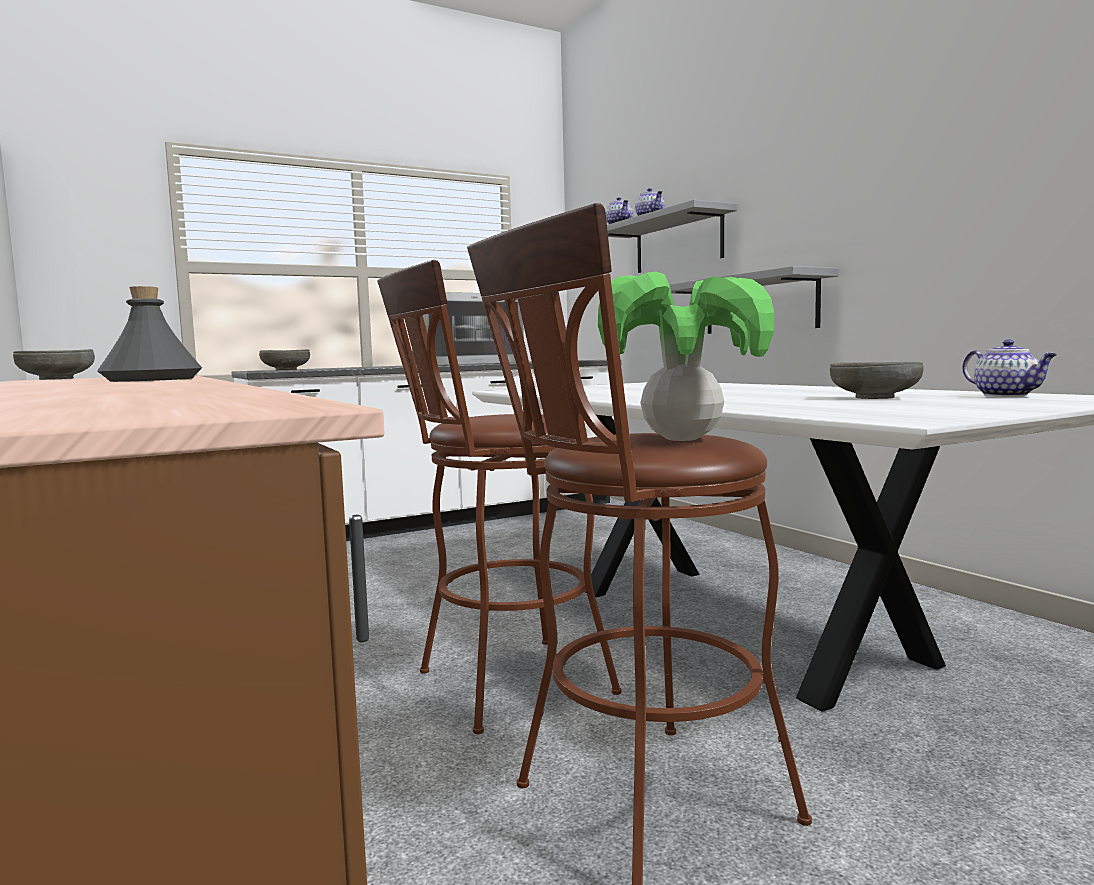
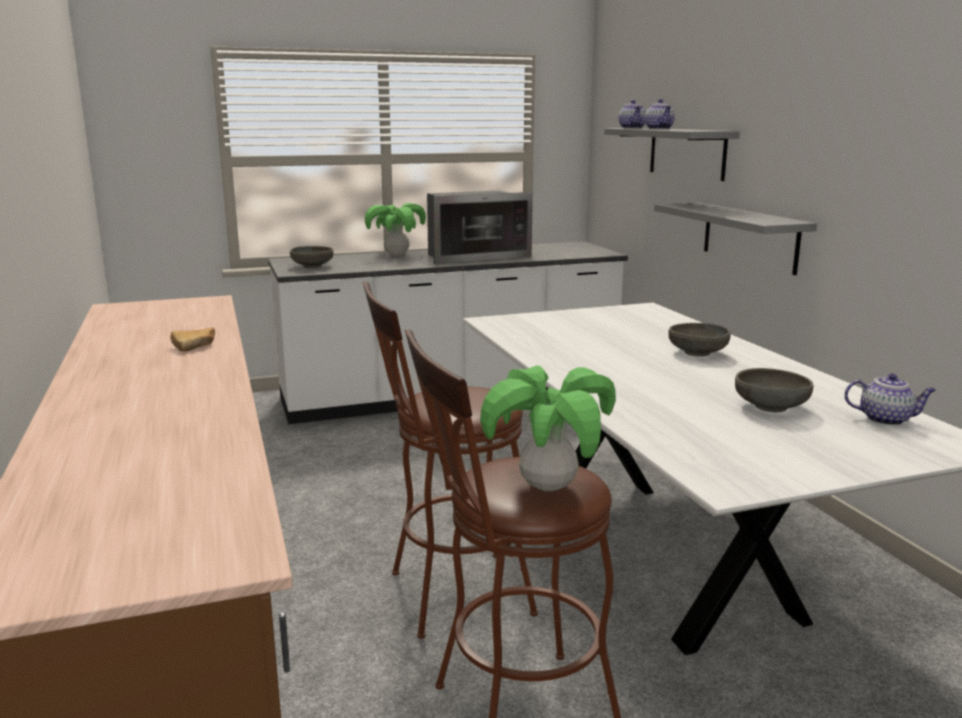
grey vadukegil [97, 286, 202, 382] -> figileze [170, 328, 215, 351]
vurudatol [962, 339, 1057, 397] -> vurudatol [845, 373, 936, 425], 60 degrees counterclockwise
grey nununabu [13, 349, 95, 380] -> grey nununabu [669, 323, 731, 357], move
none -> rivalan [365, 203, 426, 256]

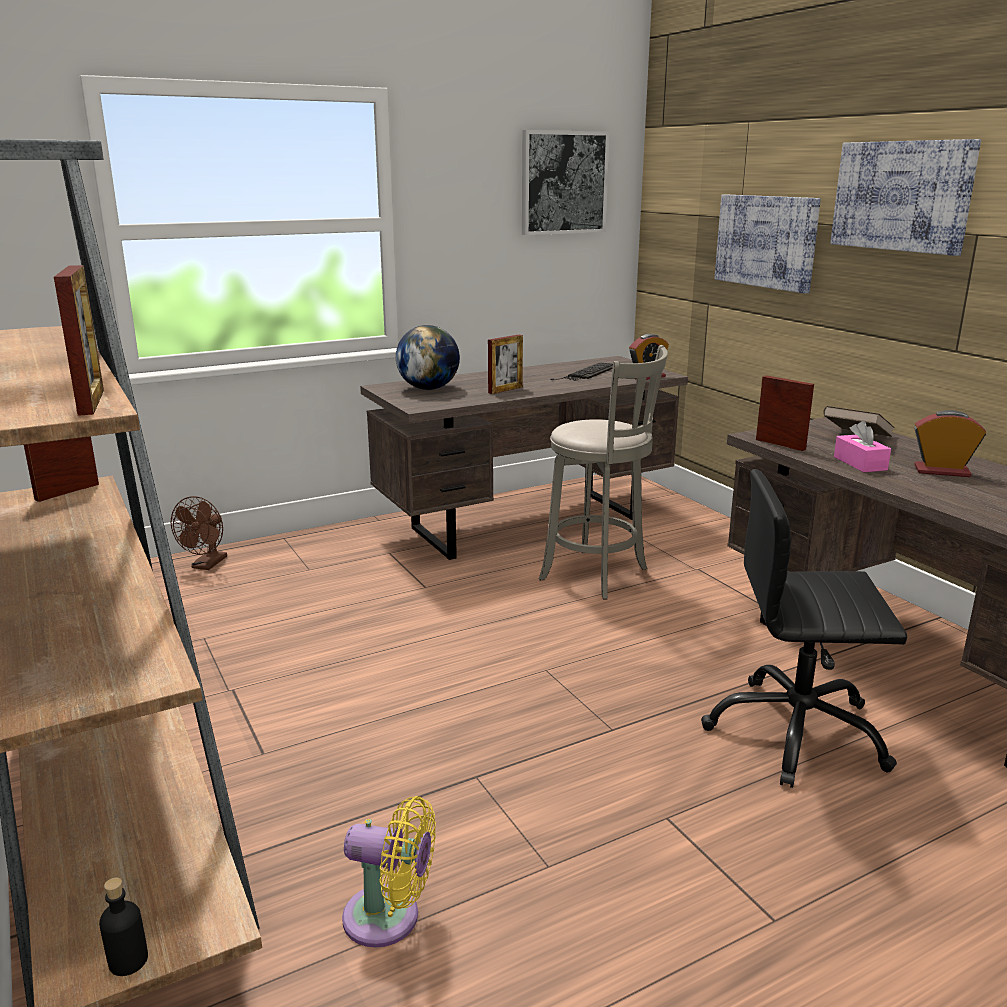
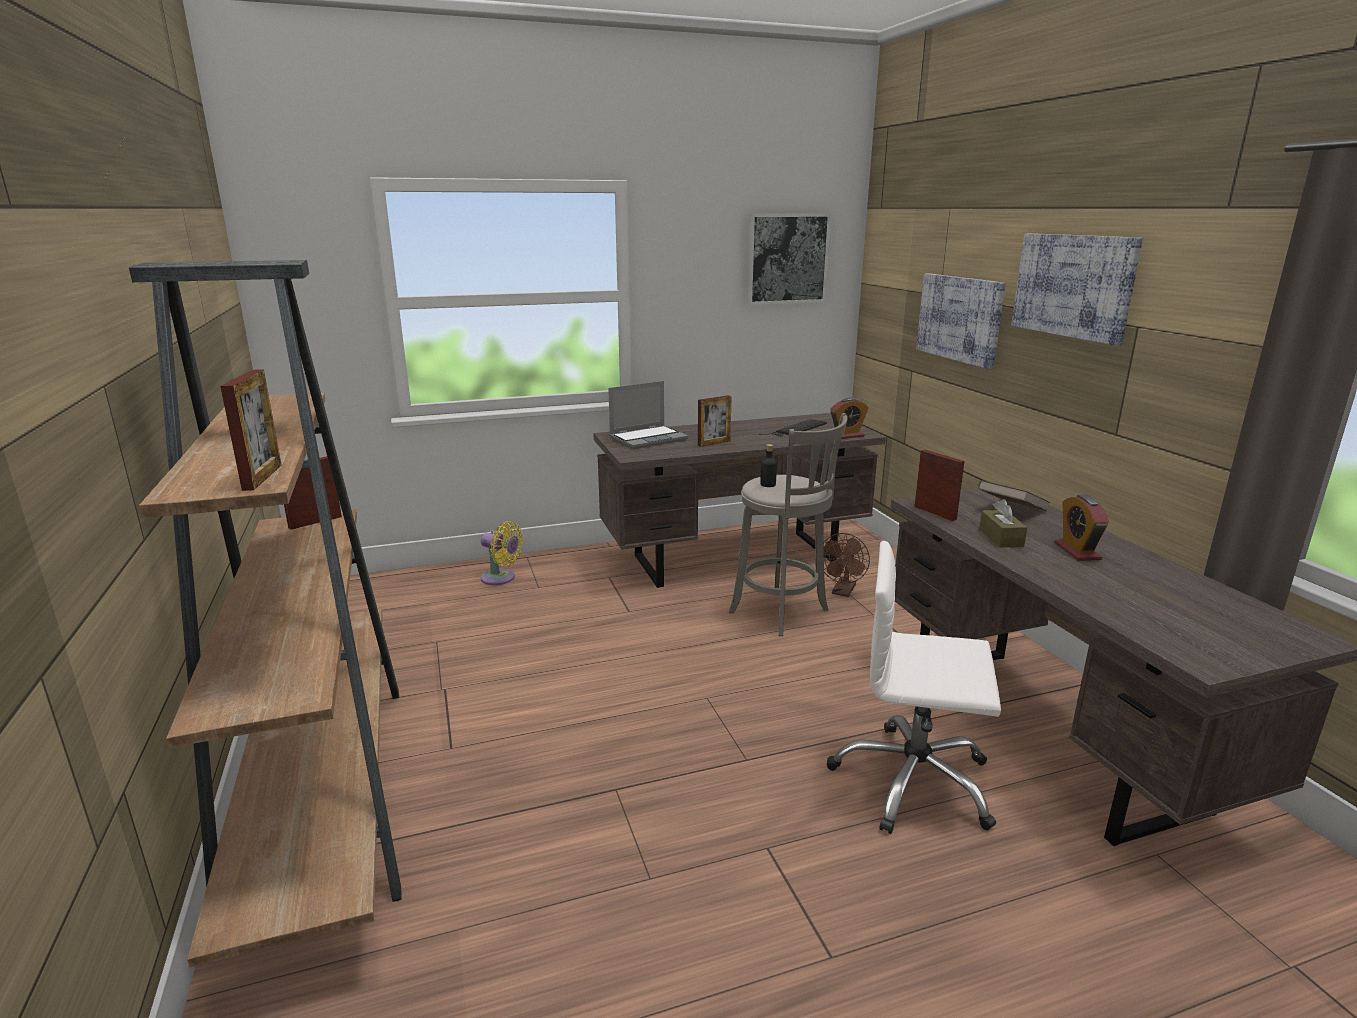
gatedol [396, 325, 460, 390] -> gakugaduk [608, 381, 689, 449]
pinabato [914, 410, 986, 477] -> pinabato [1054, 495, 1109, 561], 120 degrees counterclockwise
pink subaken [834, 421, 891, 472] -> brown subaken [979, 499, 1028, 547]
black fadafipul [701, 469, 907, 788] -> white fadafipul [827, 541, 1001, 834]
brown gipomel [171, 496, 227, 570] -> brown gipomel [824, 533, 870, 597], move
yellow gipomel [342, 796, 436, 947] -> yellow gipomel [481, 521, 523, 585], move
black vadukegil [99, 878, 148, 976] -> black vadukegil [760, 444, 777, 487], move

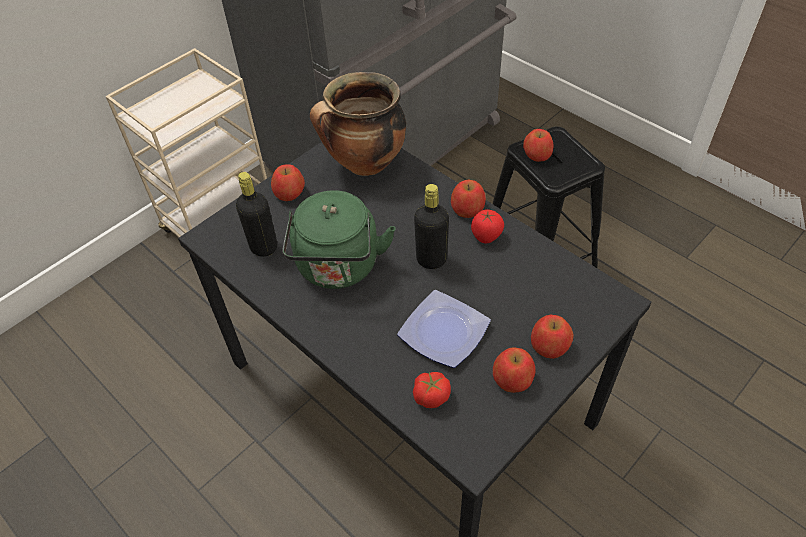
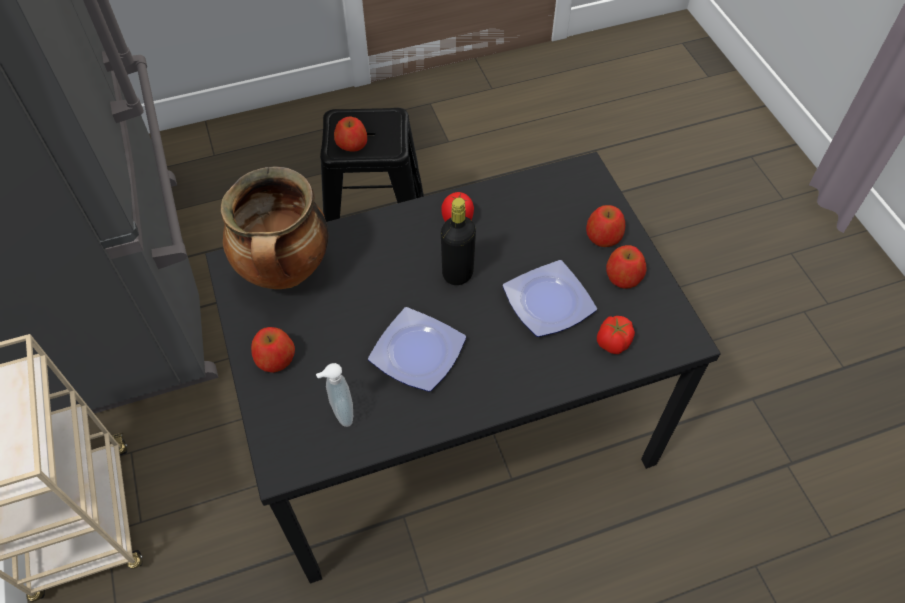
black vadukegil [236, 172, 277, 257] -> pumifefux [316, 363, 353, 427]
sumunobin [451, 179, 486, 218] -> none
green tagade [282, 190, 395, 289] -> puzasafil [368, 307, 466, 392]

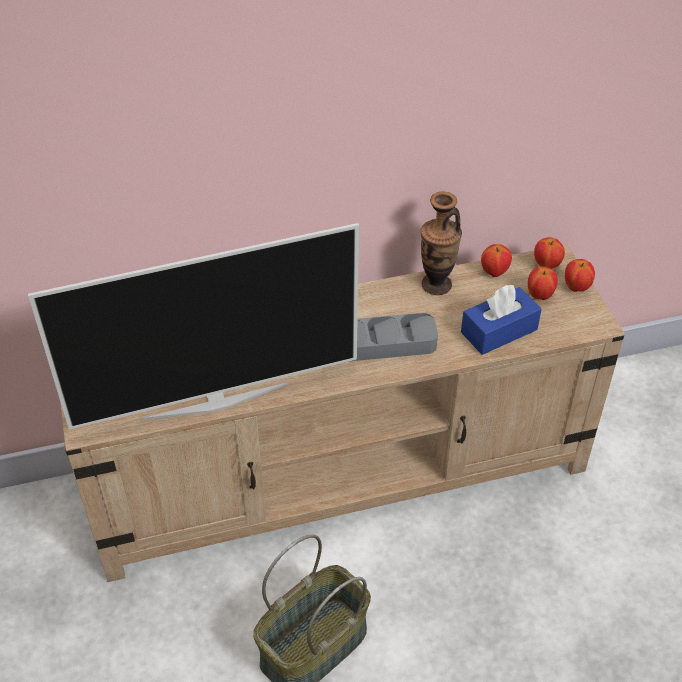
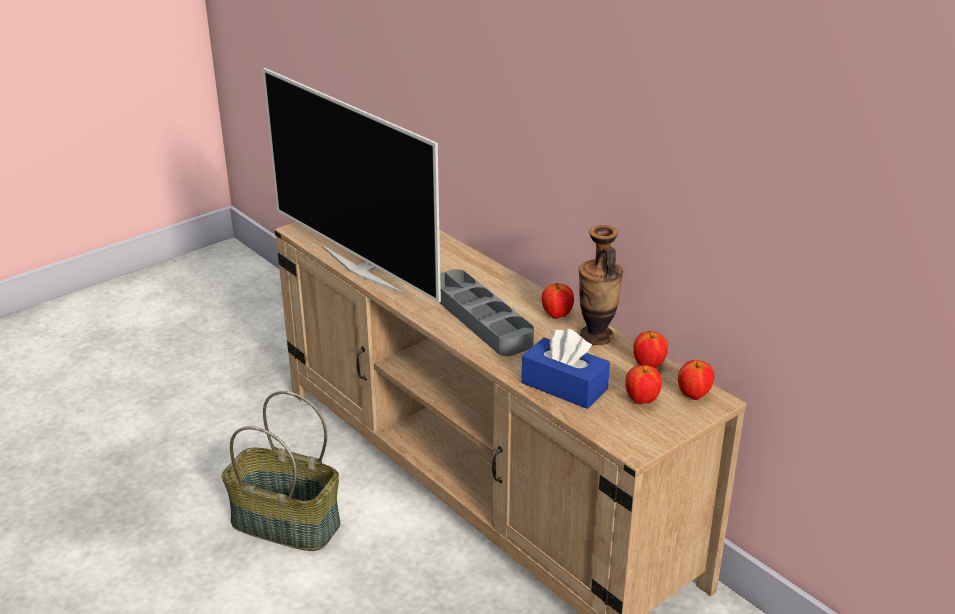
sumunobin [565, 259, 595, 292] -> sumunobin [542, 283, 574, 319], move

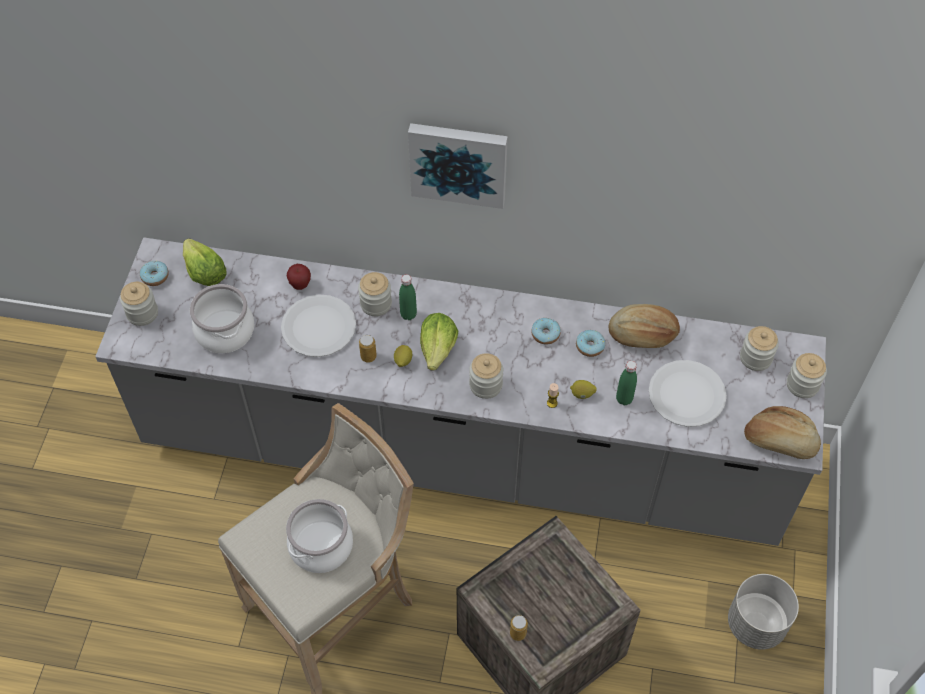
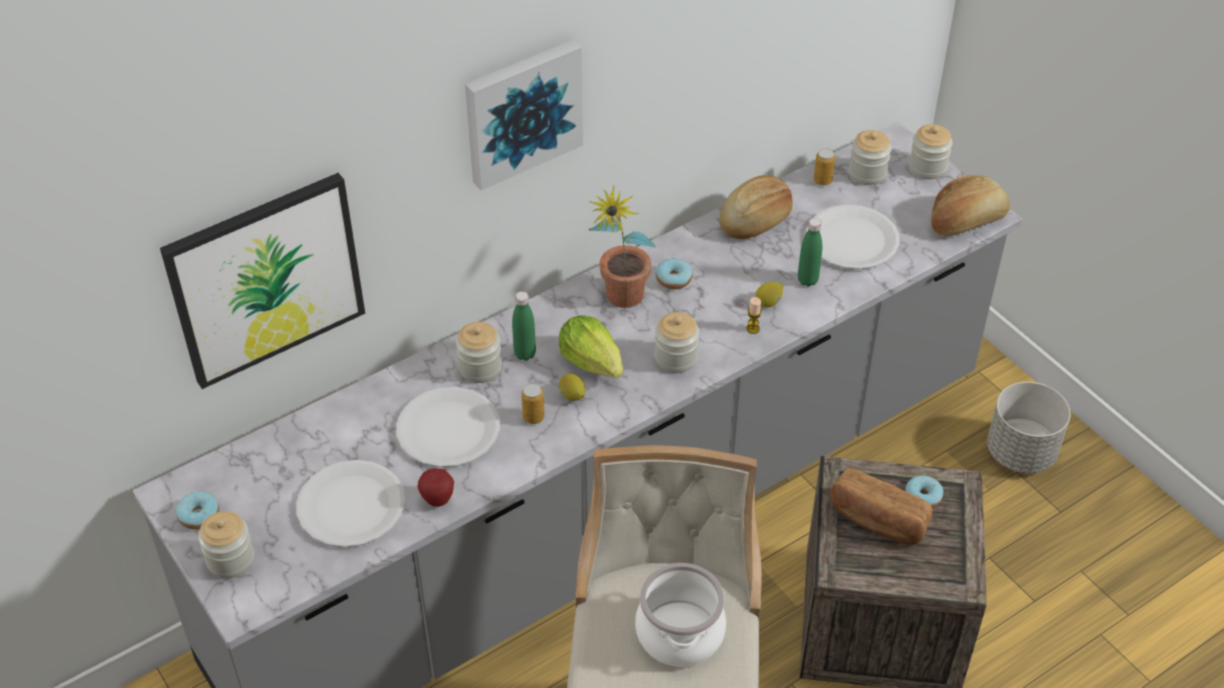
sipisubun [183, 238, 227, 286] -> none
sumunobin [287, 264, 311, 290] -> sumunobin [417, 468, 454, 507], move
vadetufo [190, 284, 254, 353] -> white puzasafil [296, 460, 405, 547]
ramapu [576, 330, 605, 357] -> ramapu [905, 475, 943, 508], move
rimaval [510, 615, 528, 641] -> rimaval [814, 148, 835, 186], move
none -> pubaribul [160, 173, 365, 389]
none -> rivalan [588, 185, 656, 308]
none -> figileze [830, 468, 933, 545]

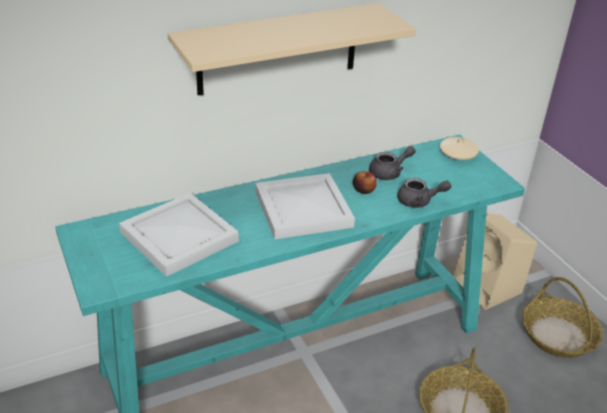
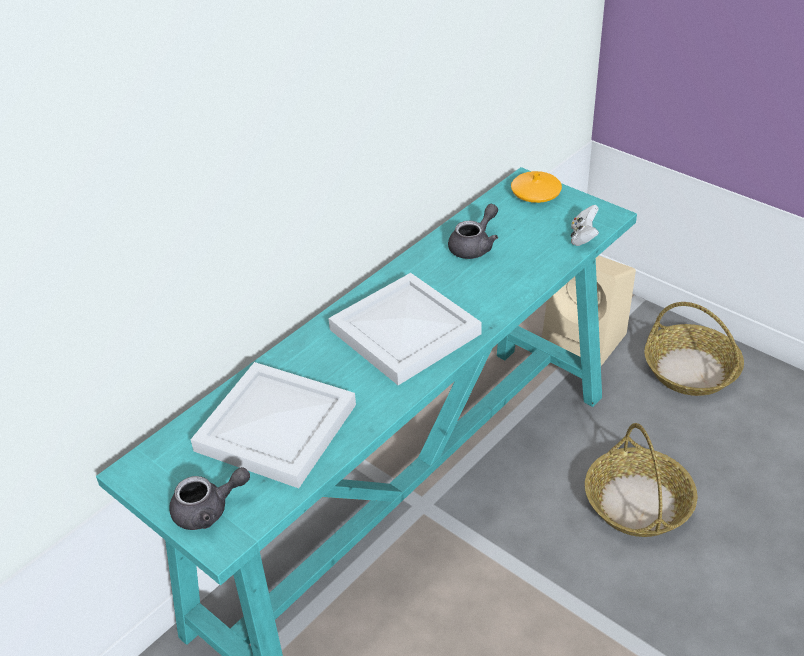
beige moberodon [167, 3, 416, 96] -> none
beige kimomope [440, 137, 479, 160] -> orange kimomope [511, 171, 562, 203]
sumunobin [353, 171, 377, 194] -> none
grey vurudatol [397, 178, 451, 208] -> grey vurudatol [169, 467, 250, 530], move
none -> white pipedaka [571, 205, 599, 246]

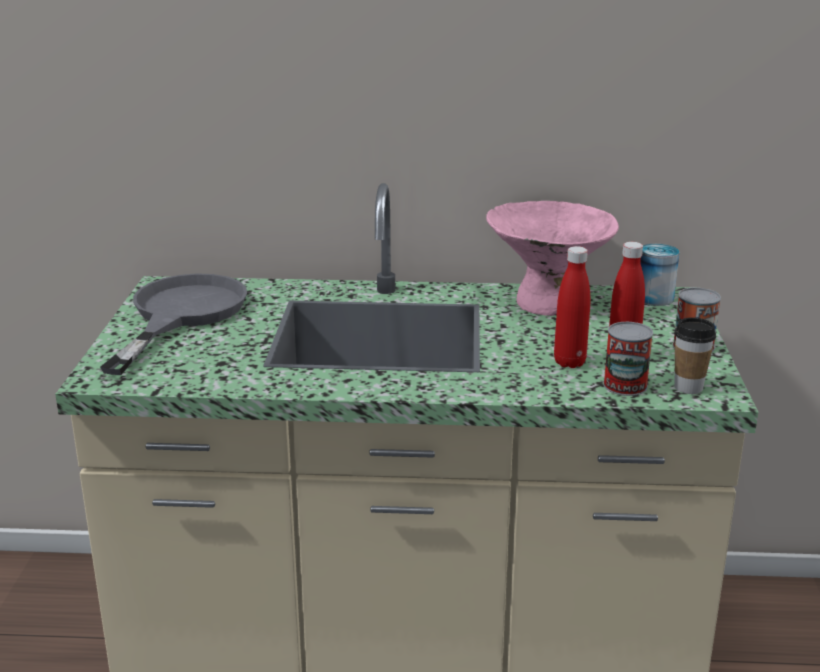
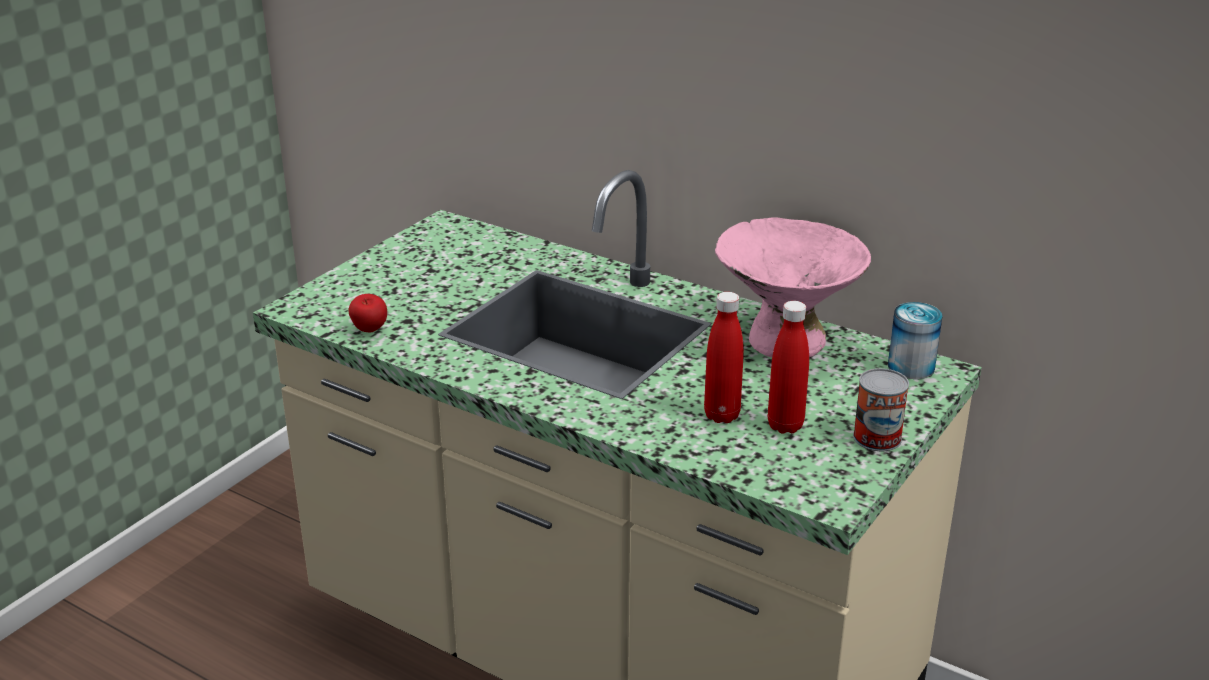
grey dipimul [100, 273, 247, 375] -> none
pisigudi [674, 317, 716, 394] -> none
rimaval [603, 322, 653, 396] -> none
none -> sumunobin [348, 294, 387, 332]

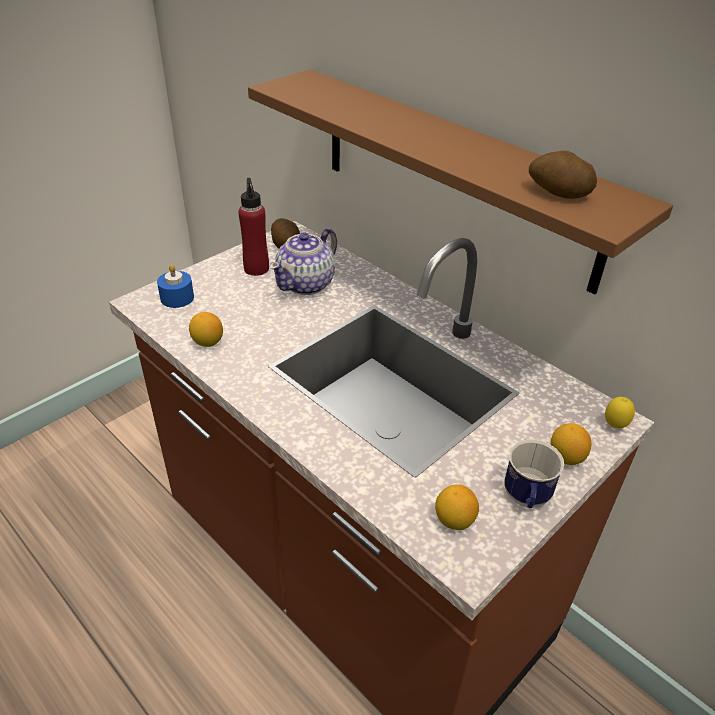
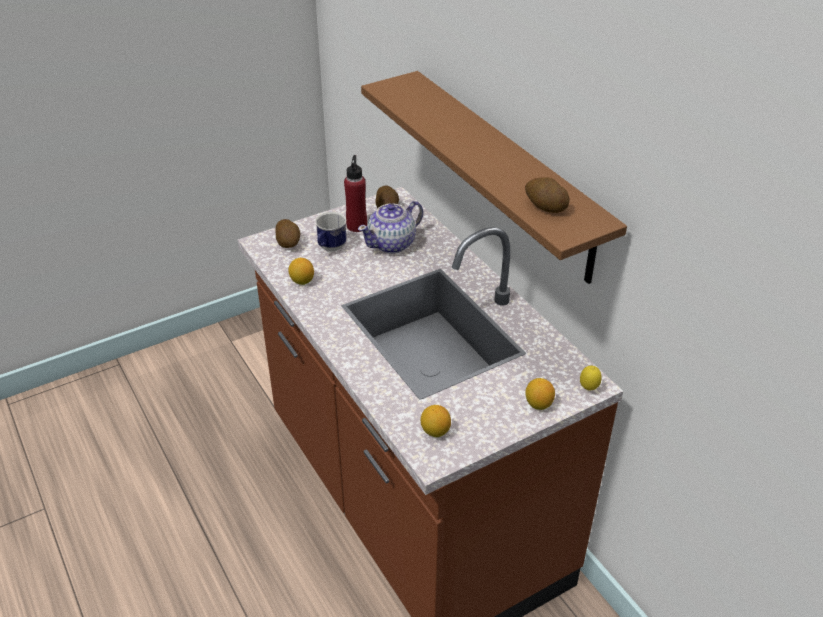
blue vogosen [157, 264, 194, 308] -> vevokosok [275, 219, 300, 248]
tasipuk [504, 439, 564, 508] -> tasipuk [315, 212, 347, 251], move

